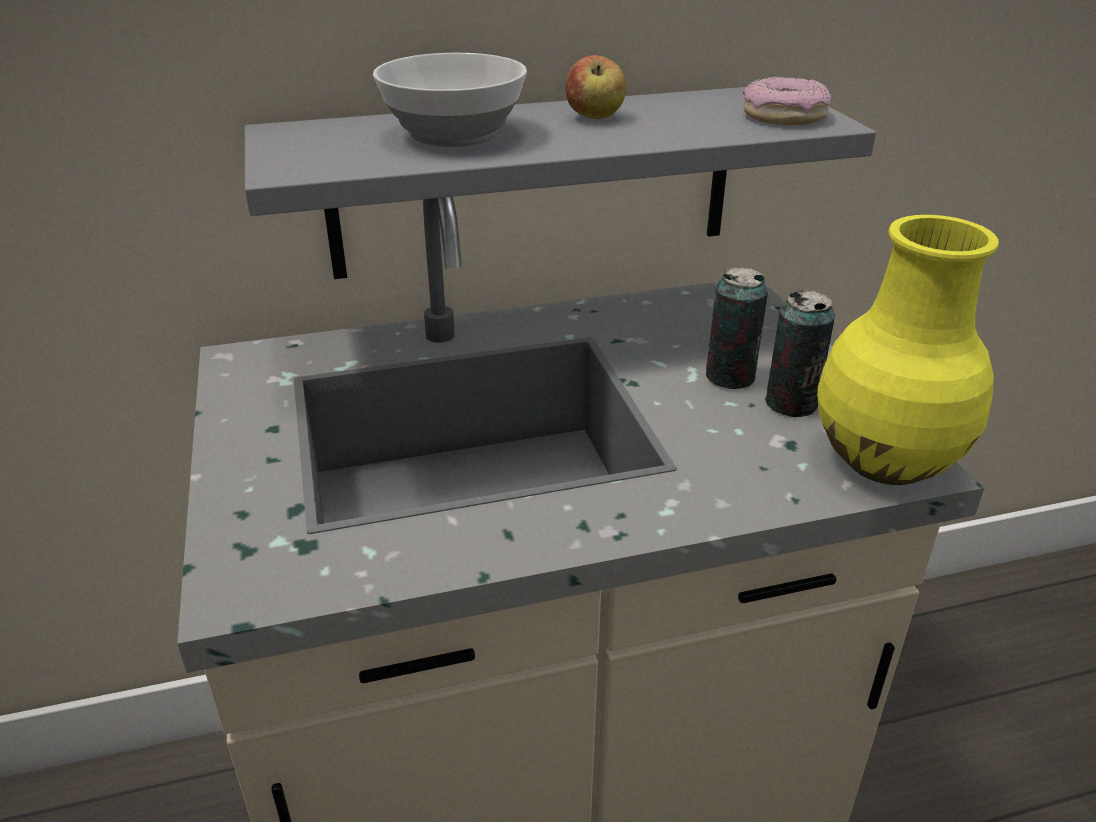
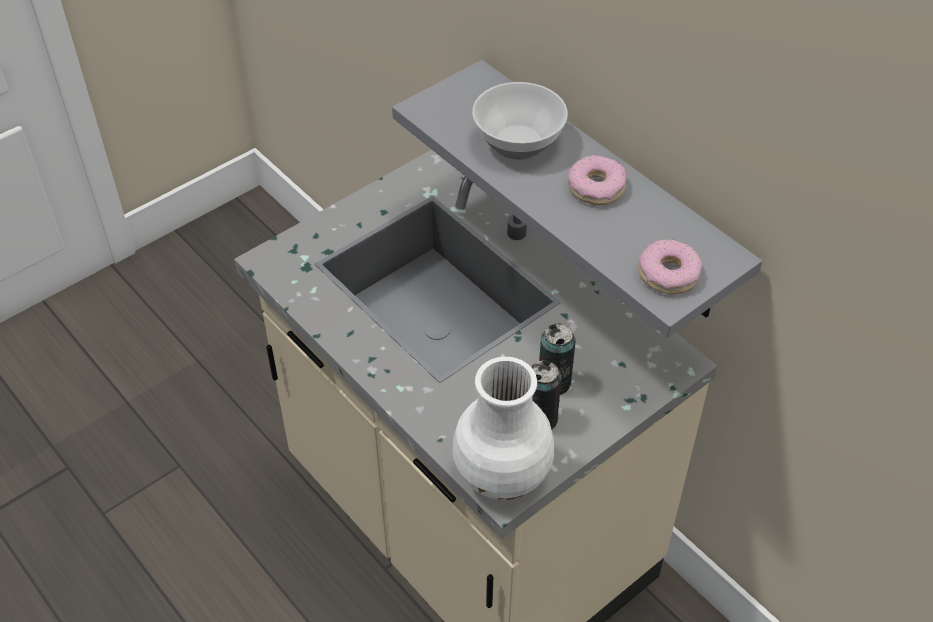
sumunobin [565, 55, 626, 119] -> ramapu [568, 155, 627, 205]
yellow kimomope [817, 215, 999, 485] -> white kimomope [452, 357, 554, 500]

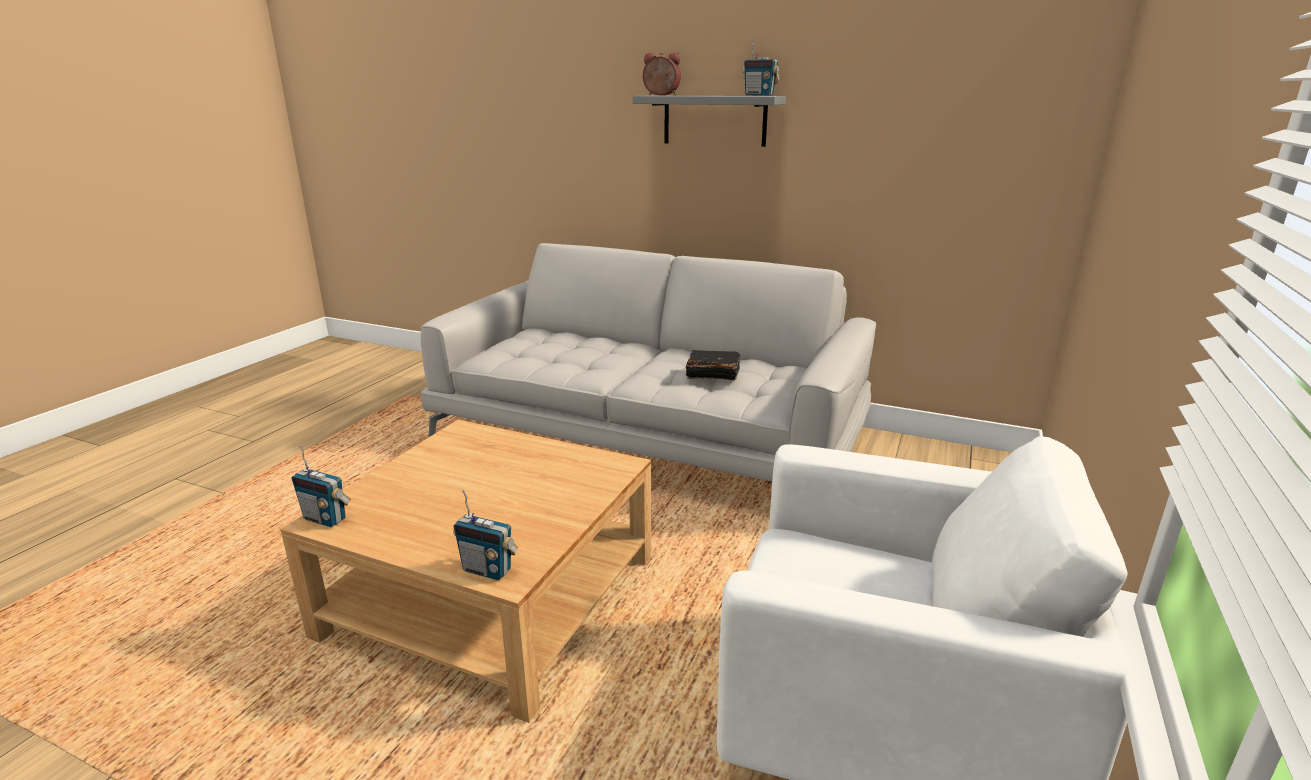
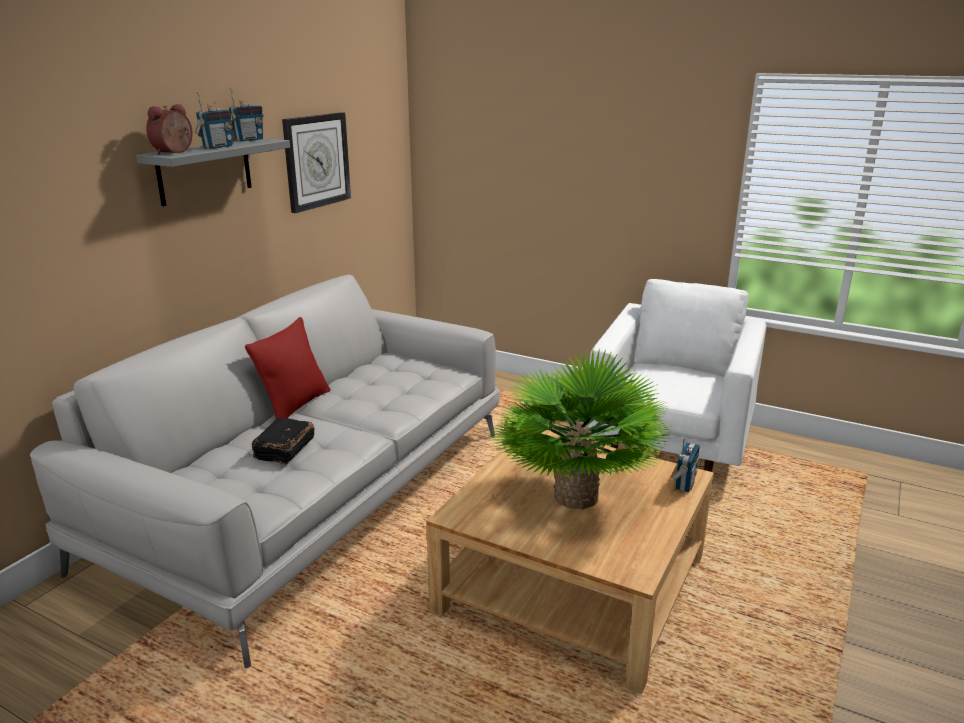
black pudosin [686, 350, 740, 380] -> black pudosin [252, 418, 315, 464], move
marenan [291, 446, 351, 527] -> marenan [195, 91, 232, 149], move
none -> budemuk [282, 112, 351, 213]
none -> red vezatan [245, 317, 331, 419]
none -> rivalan [489, 347, 672, 510]

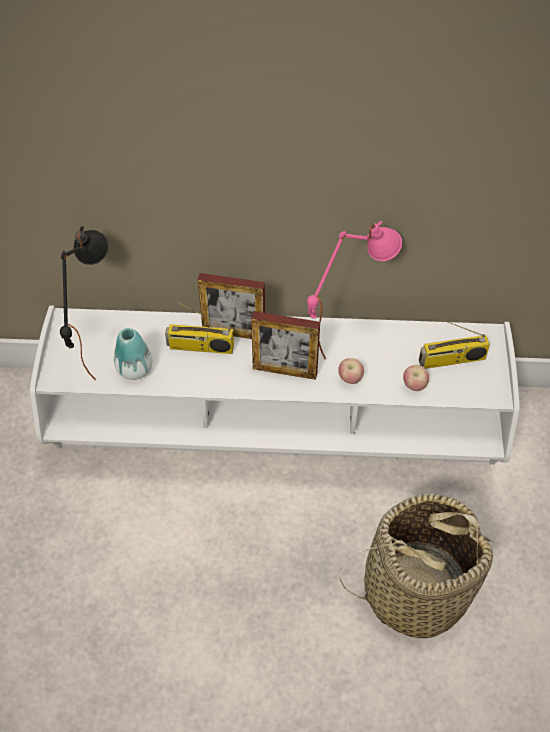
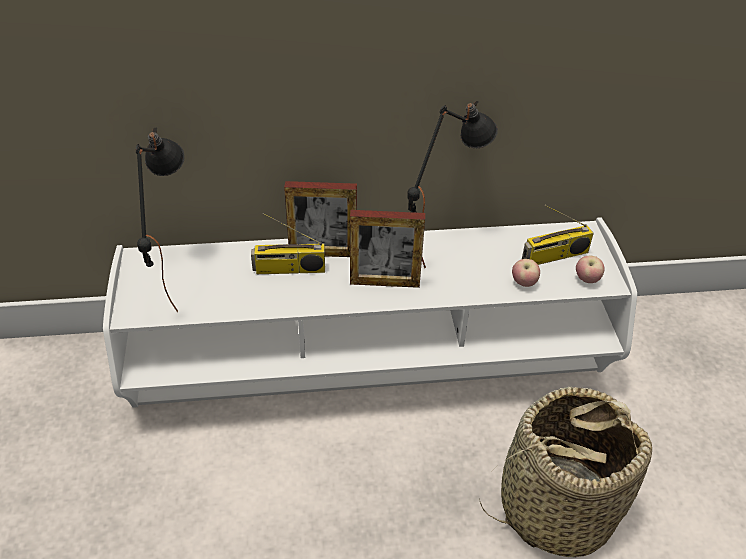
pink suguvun [307, 221, 402, 359] -> black suguvun [407, 101, 498, 268]
kimomope [114, 328, 152, 380] -> none
sumunobin [338, 358, 364, 384] -> sumunobin [576, 256, 604, 283], move

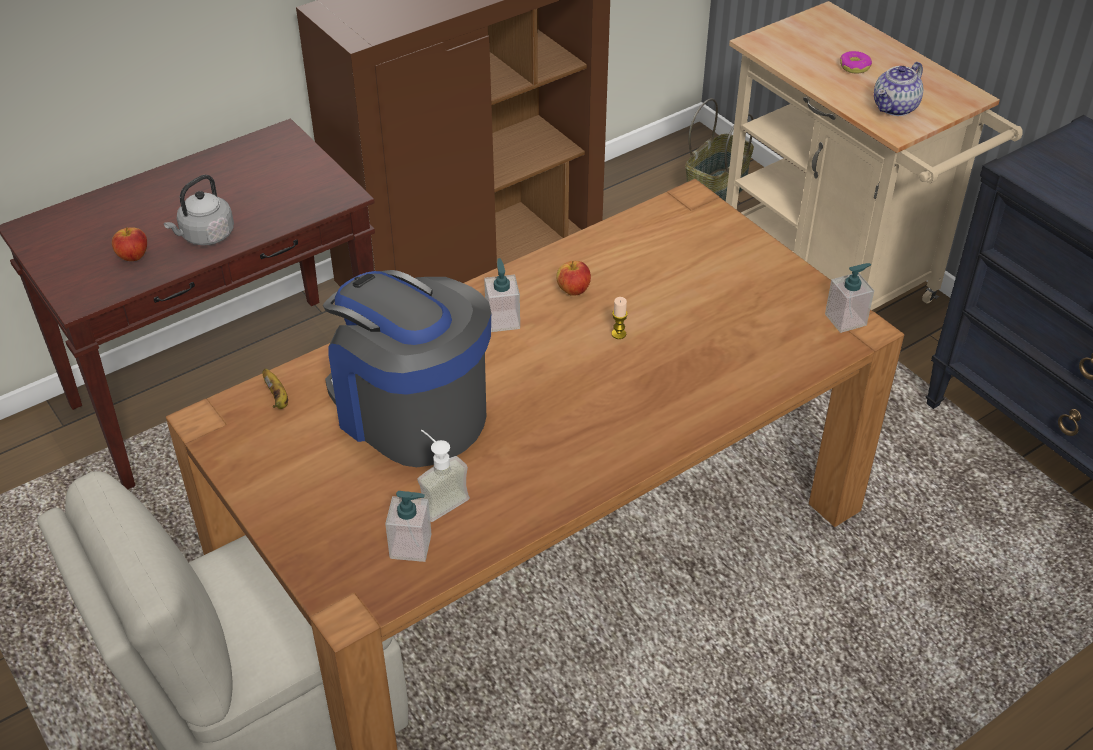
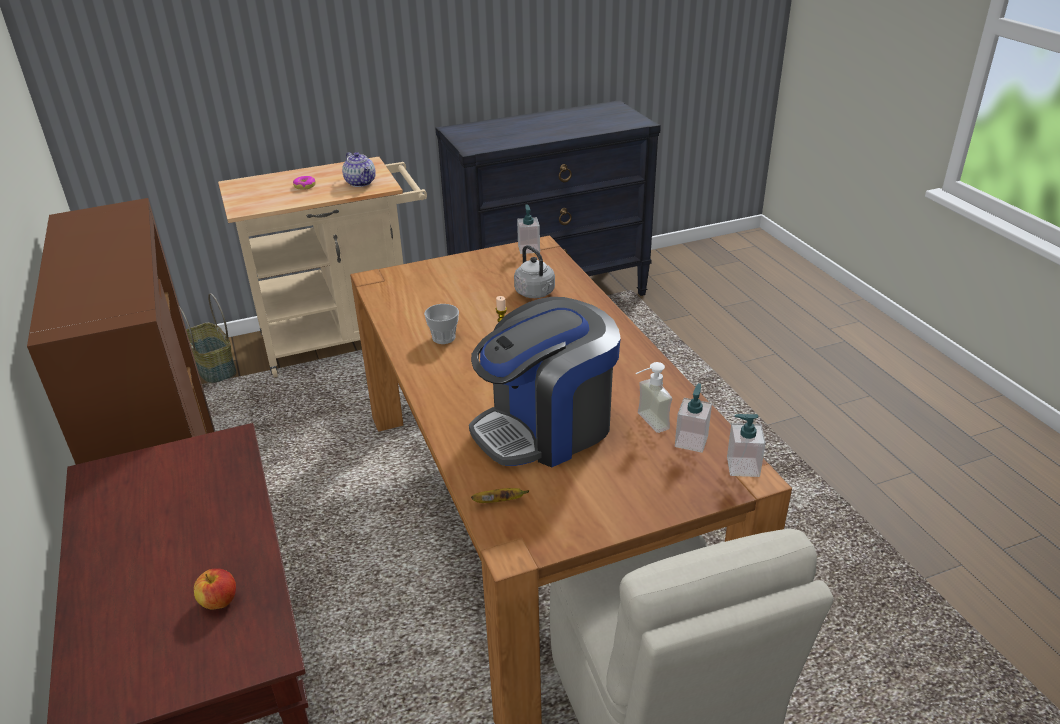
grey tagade [164, 175, 234, 246] -> grey tagade [514, 245, 555, 298], move
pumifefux [484, 258, 520, 332] -> pumifefux [727, 414, 766, 477], move
sumunobin [556, 261, 591, 296] -> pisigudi [424, 304, 459, 344]

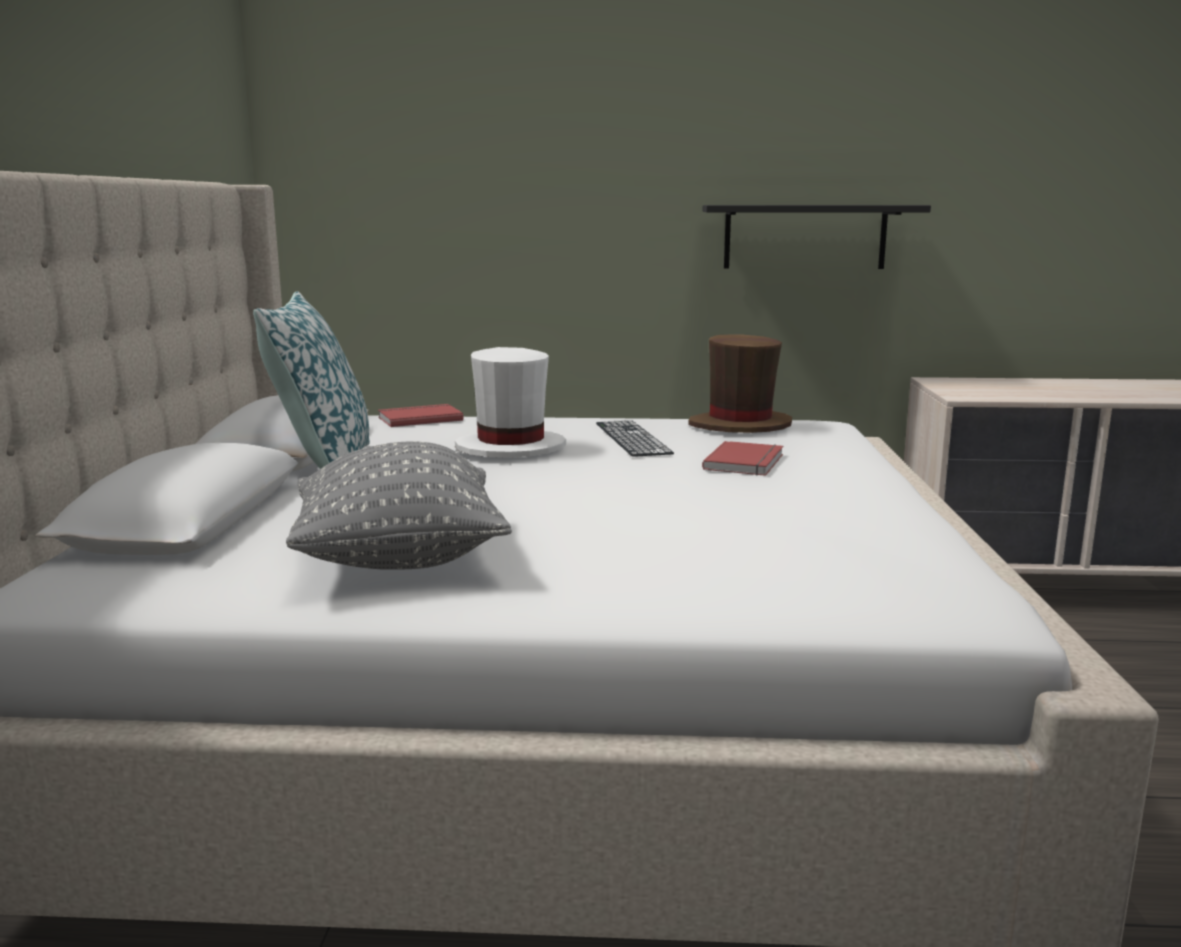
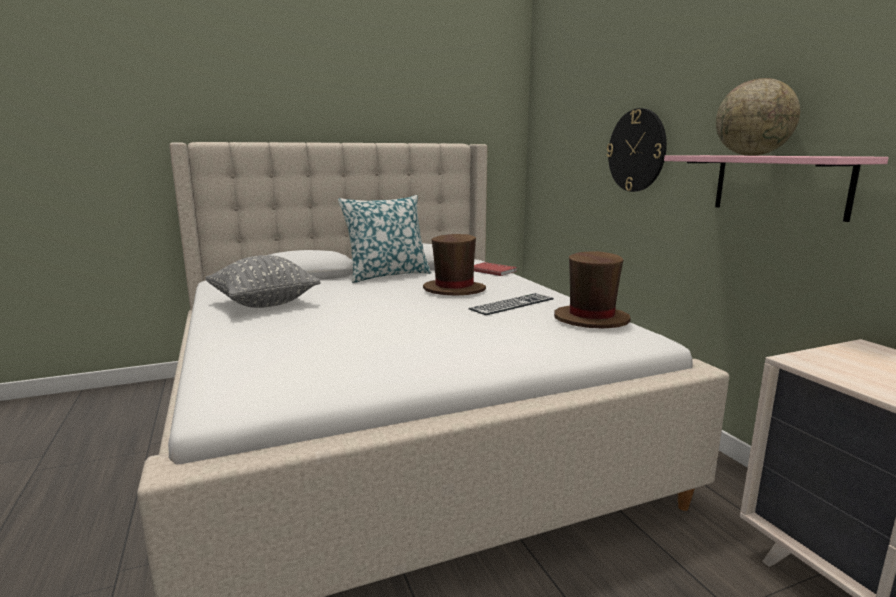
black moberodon [702, 205, 931, 269] -> pink moberodon [664, 155, 889, 222]
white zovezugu [455, 347, 566, 458] -> brown zovezugu [423, 234, 486, 296]
red pudosin [702, 441, 783, 476] -> none
none -> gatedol [716, 78, 800, 155]
none -> budemuk [606, 108, 667, 192]

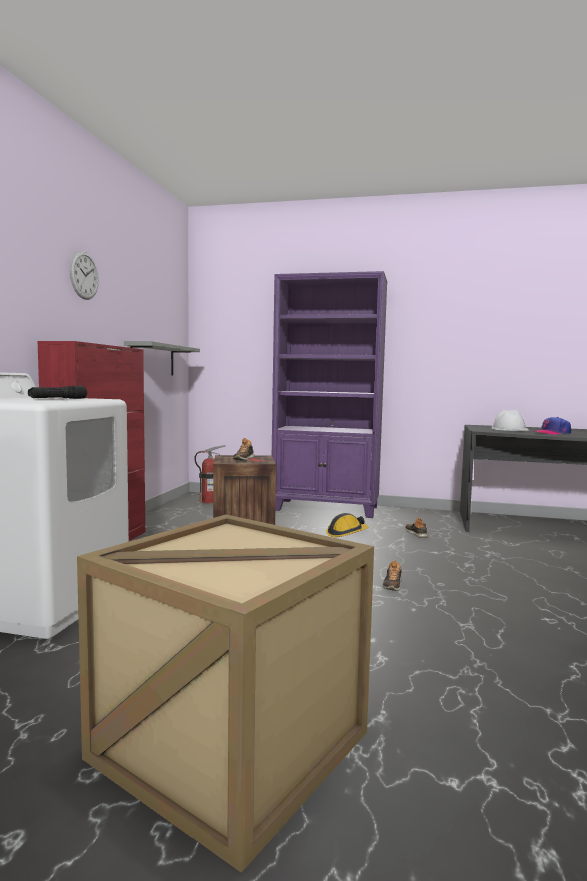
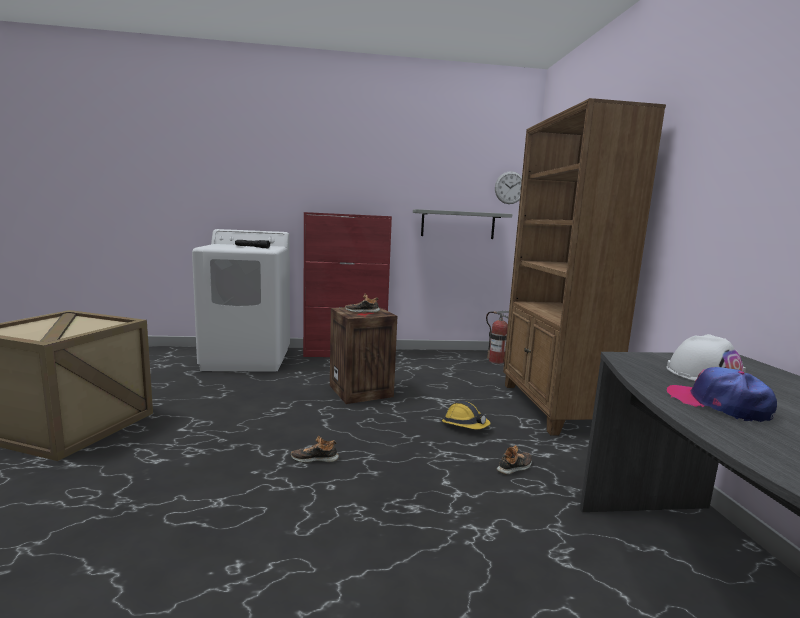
budemuk [70, 251, 99, 300] -> budemuk [495, 171, 522, 204], move
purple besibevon [272, 271, 387, 518] -> brown besibevon [503, 98, 666, 435]

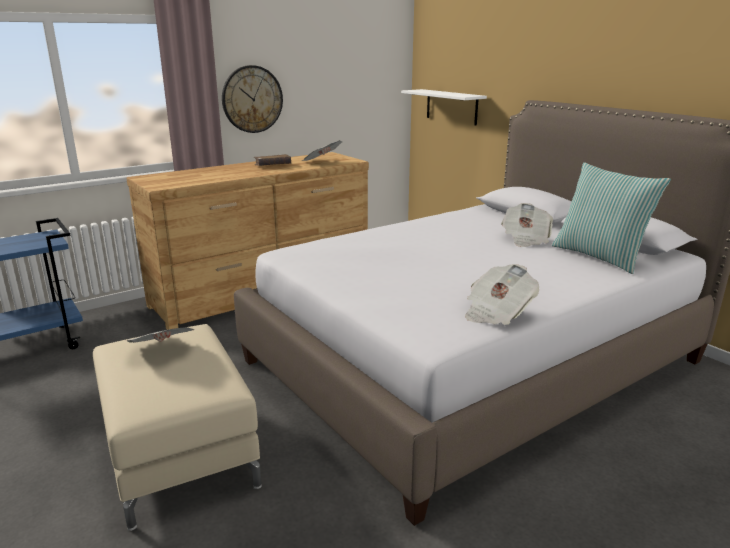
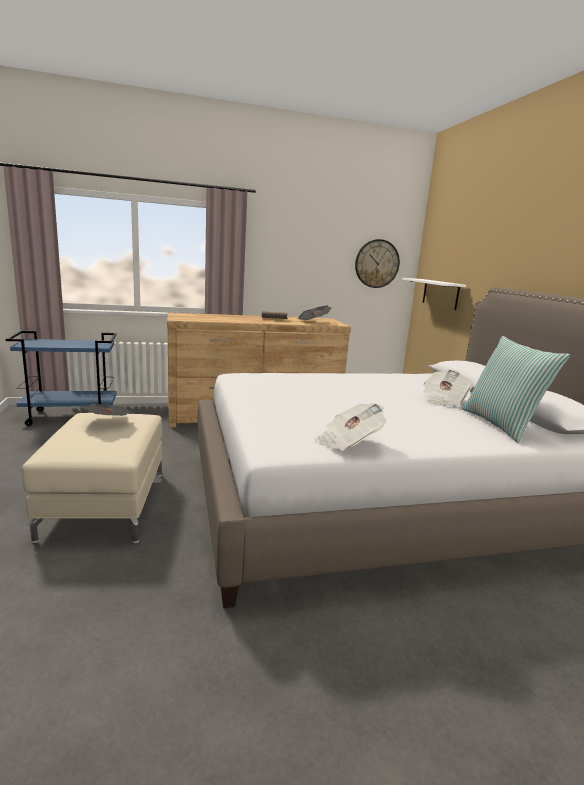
budemuk [222, 65, 283, 133] -> budemuk [355, 239, 400, 288], move

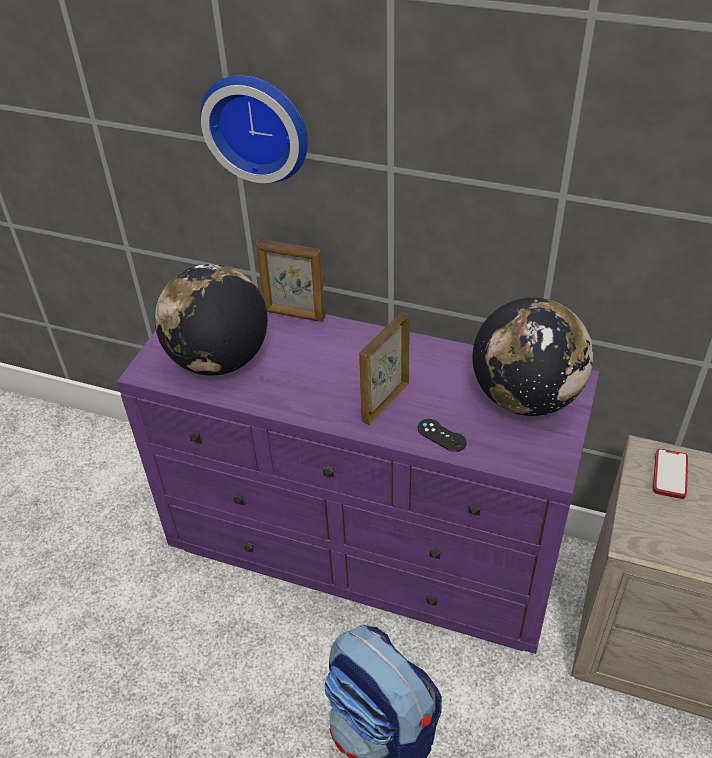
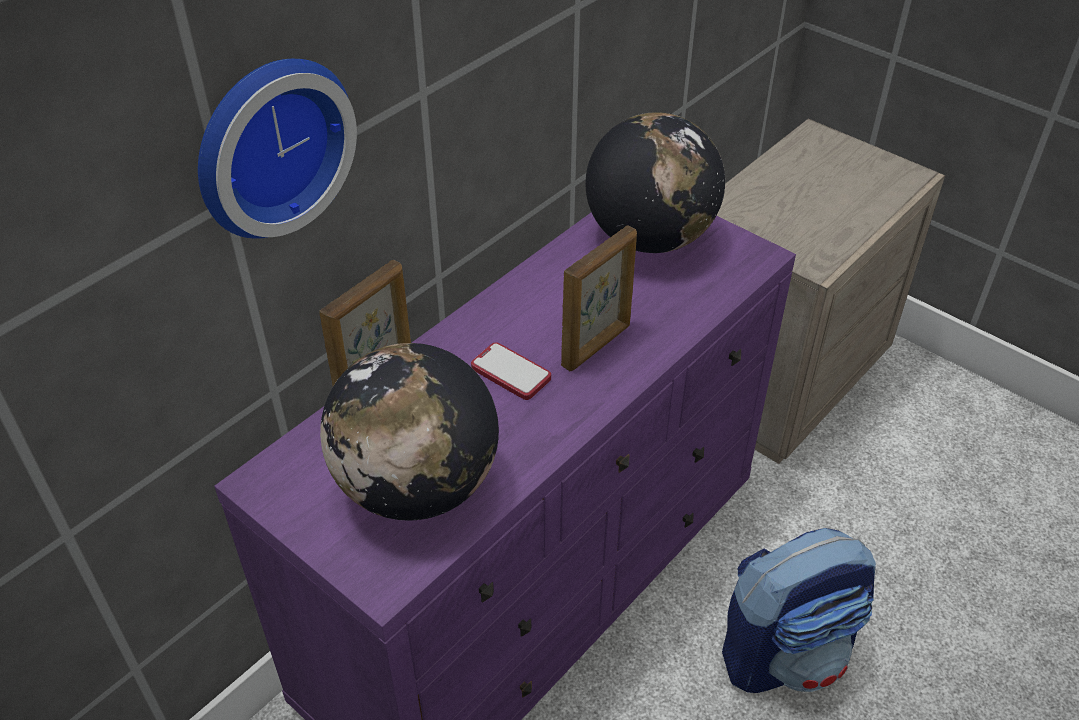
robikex [359, 312, 410, 425] -> robikex [561, 226, 637, 371], 105 degrees counterclockwise
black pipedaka [418, 419, 467, 452] -> none
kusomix [653, 449, 688, 499] -> kusomix [471, 342, 551, 400], move

